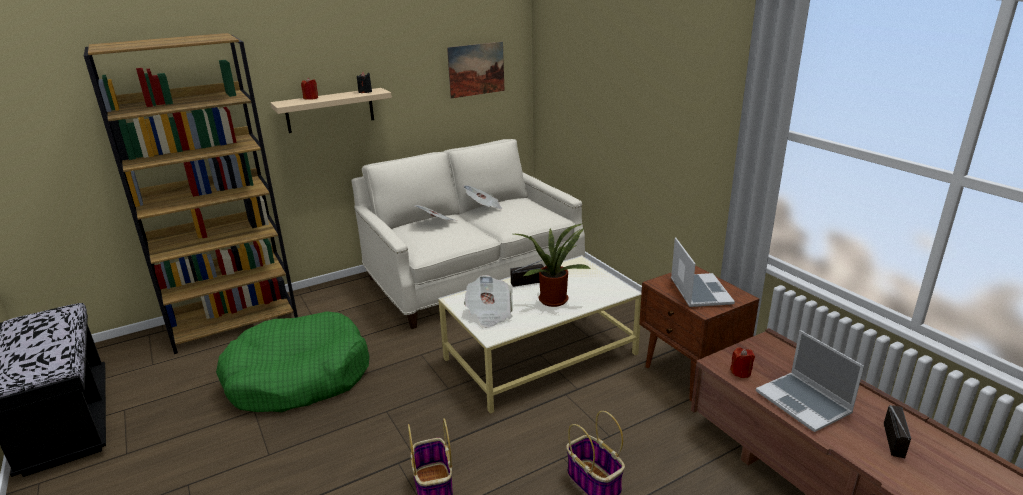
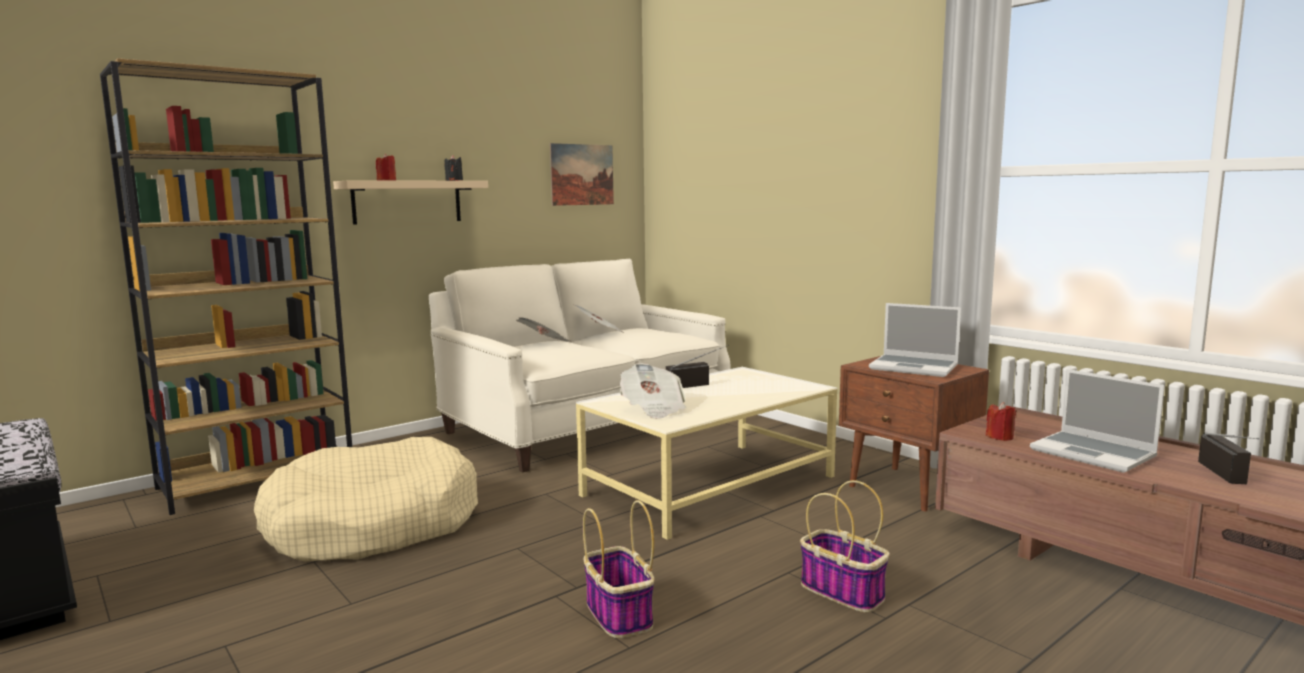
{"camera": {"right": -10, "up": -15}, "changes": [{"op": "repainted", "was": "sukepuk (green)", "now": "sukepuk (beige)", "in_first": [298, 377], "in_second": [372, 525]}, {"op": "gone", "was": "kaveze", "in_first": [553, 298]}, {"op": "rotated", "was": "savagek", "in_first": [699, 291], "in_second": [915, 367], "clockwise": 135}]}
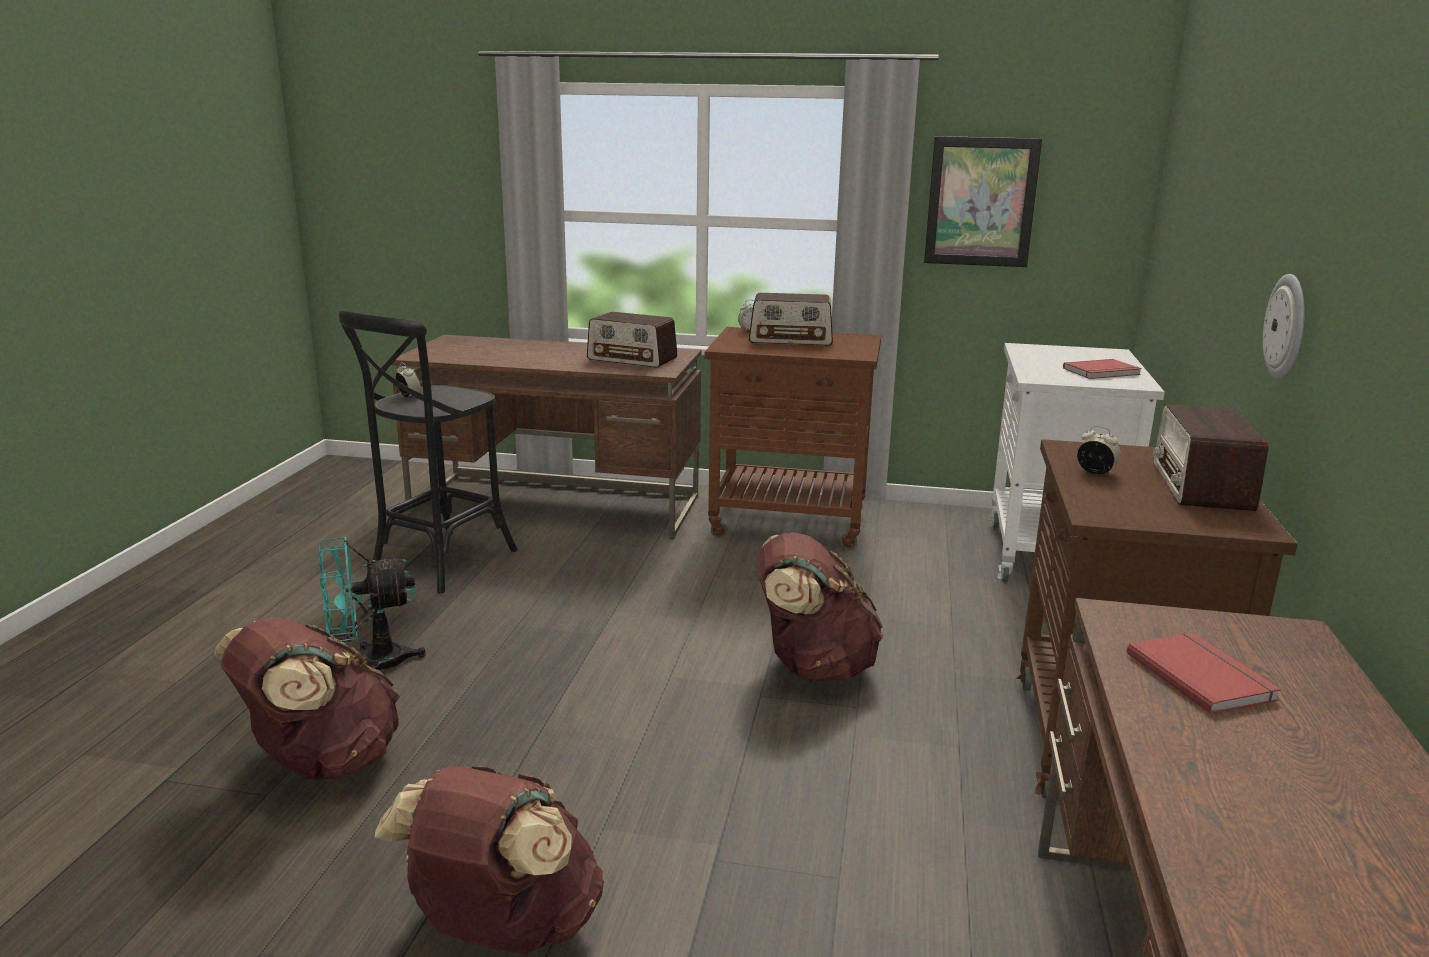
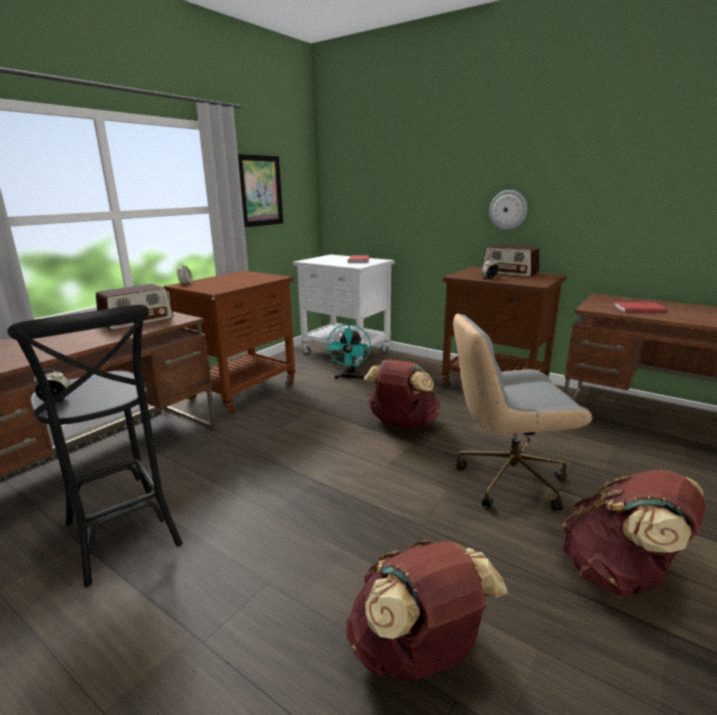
{"camera": {"right": -65, "up": 0}, "changes": [{"op": "shifted", "was": "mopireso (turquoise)", "in_first": [370, 663], "in_second": [349, 377]}, {"op": "gone", "was": "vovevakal", "in_first": [791, 339]}, {"op": "new", "now": "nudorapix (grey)", "in_second": [507, 481]}]}
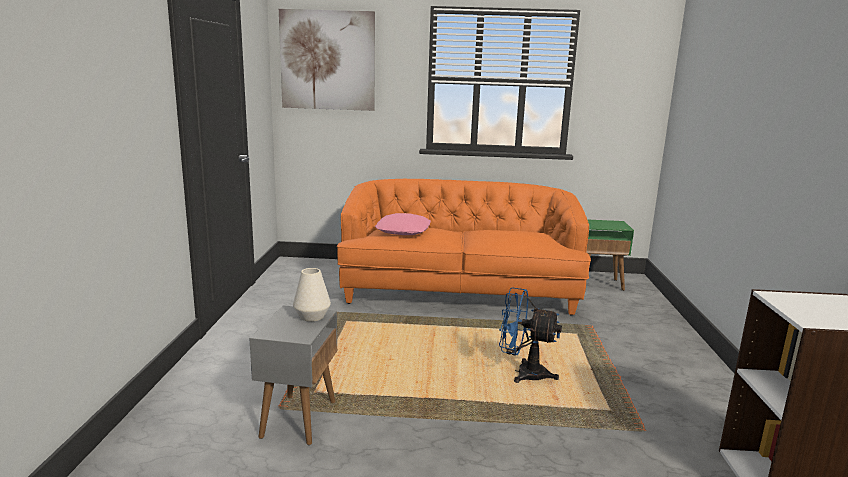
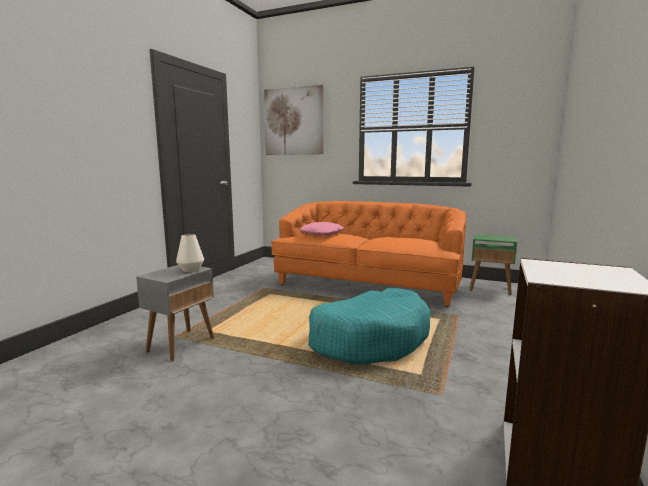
{"camera": {"right": 20, "up": -5}, "changes": [{"op": "swapped", "was": "mopireso (blue)", "now": "sukepuk (turquoise)", "in_first": [523, 373], "in_second": [369, 339]}]}
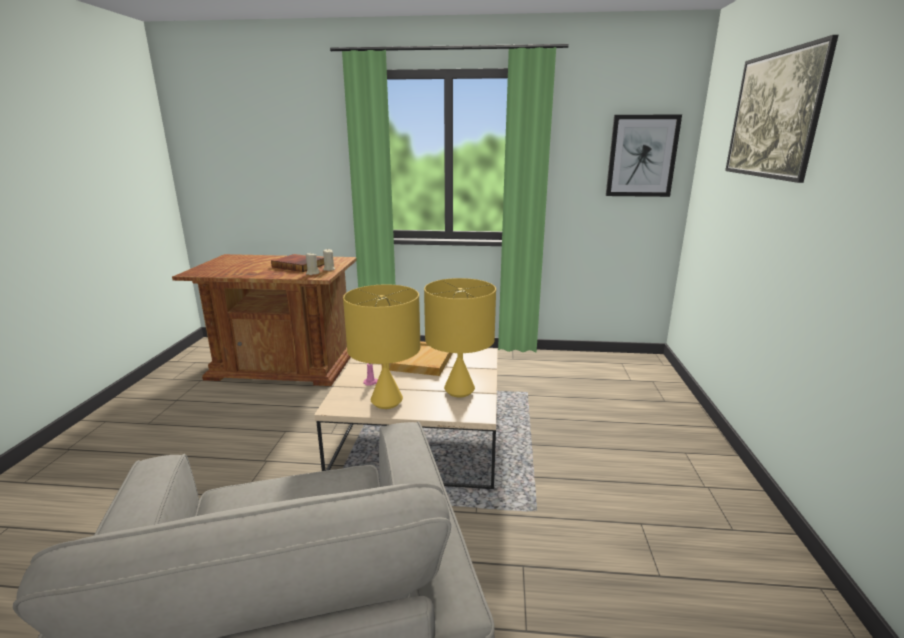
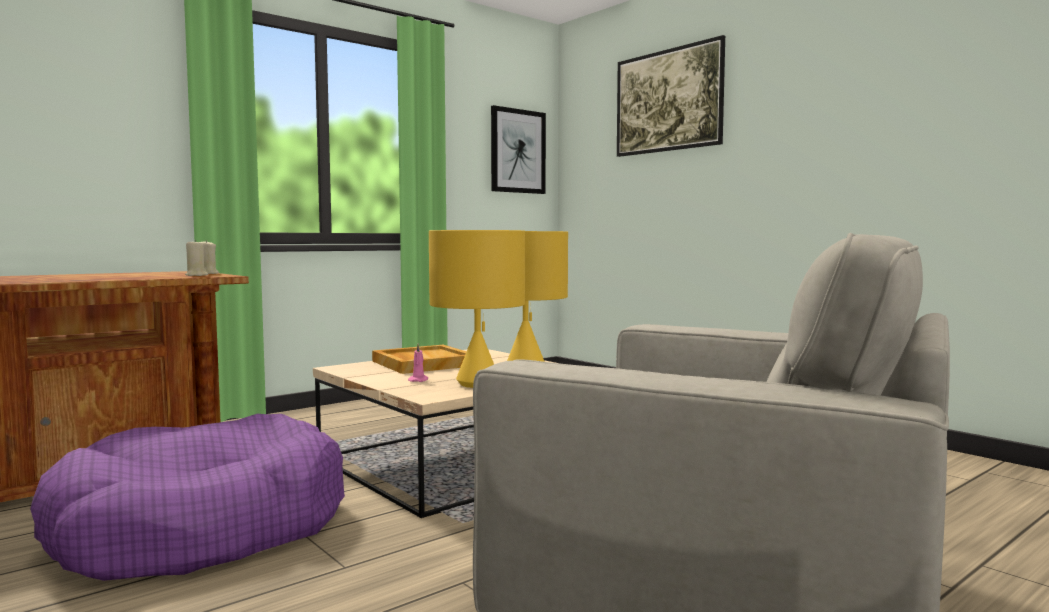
{"camera": {"right": -45, "up": -15}, "changes": [{"op": "gone", "was": "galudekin", "in_first": [300, 265]}, {"op": "new", "now": "sukepuk (purple)", "in_second": [202, 528]}]}
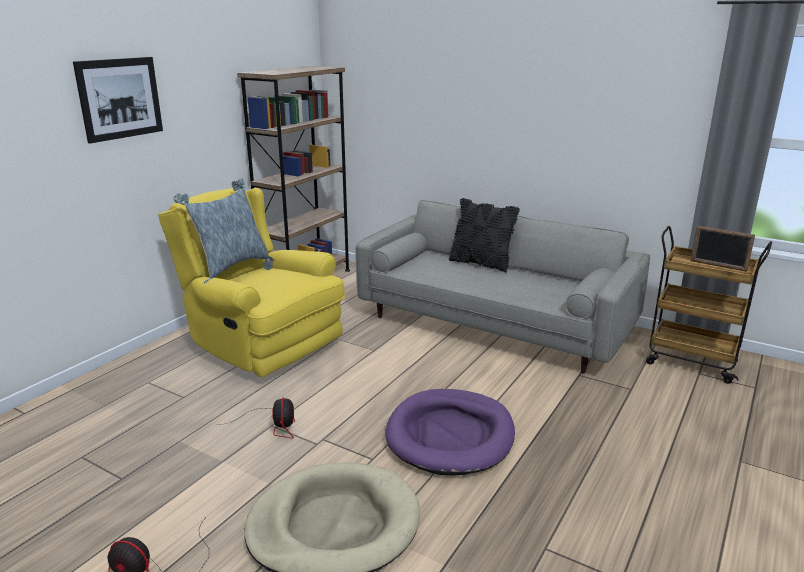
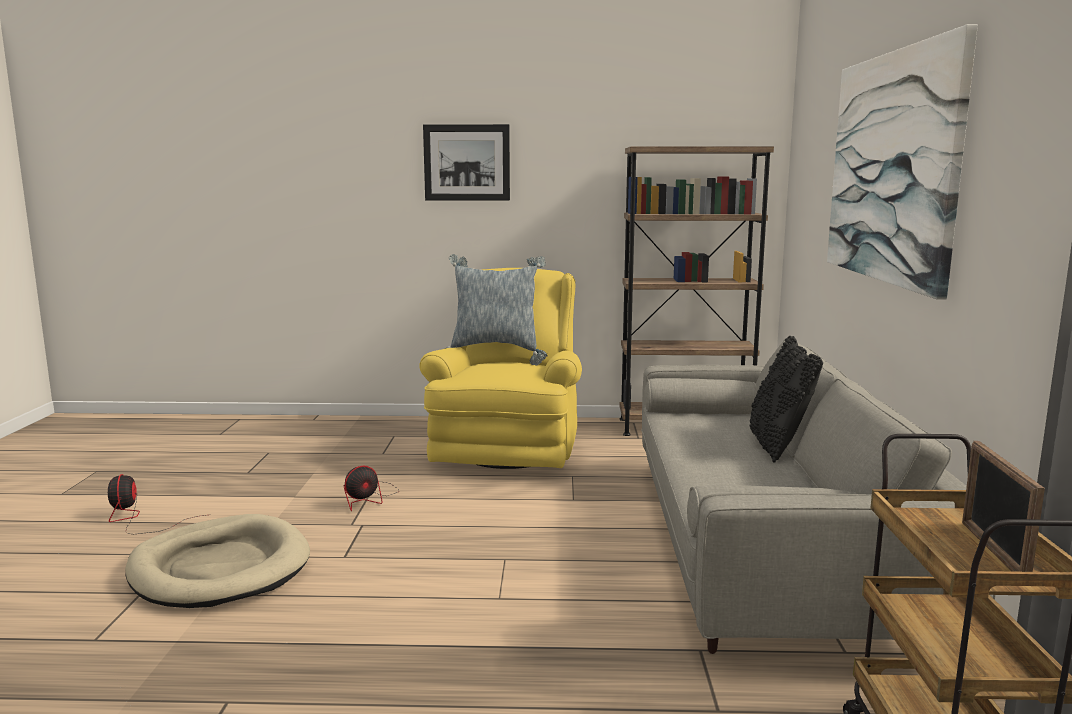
{"camera": {"right": 60, "up": -10}, "changes": [{"op": "gone", "was": "sukepuk (purple)", "in_first": [450, 435]}, {"op": "new", "now": "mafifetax", "in_second": [891, 167]}]}
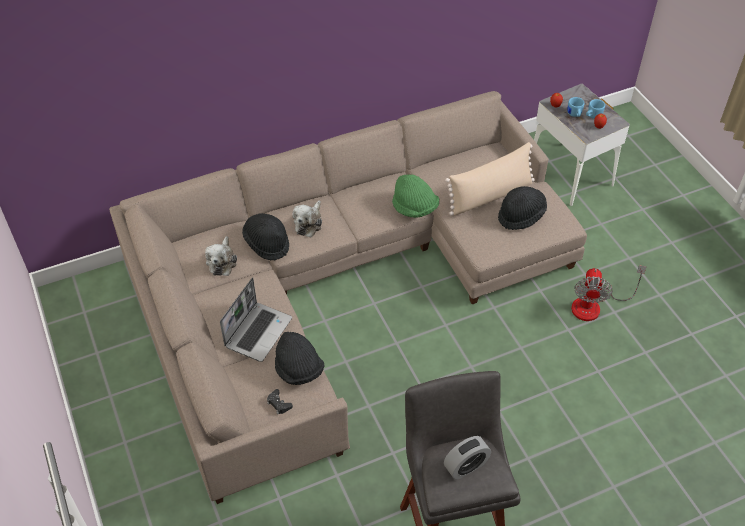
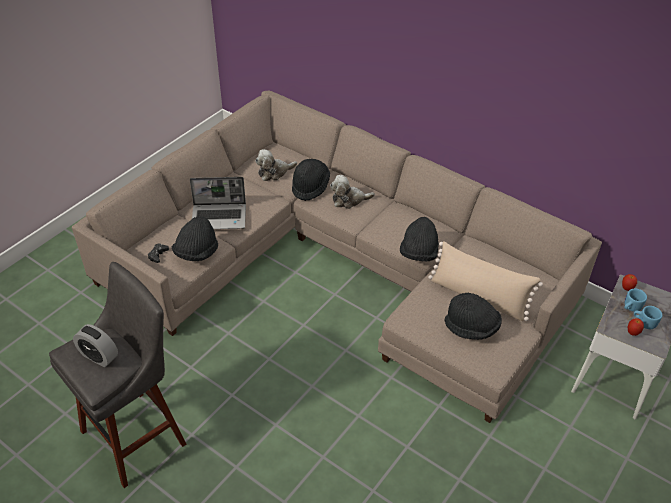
{"camera": {"right": 60, "up": -5}, "changes": [{"op": "repainted", "was": "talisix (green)", "now": "talisix (black)", "in_first": [414, 208], "in_second": [418, 253]}, {"op": "gone", "was": "mopireso", "in_first": [594, 305]}]}
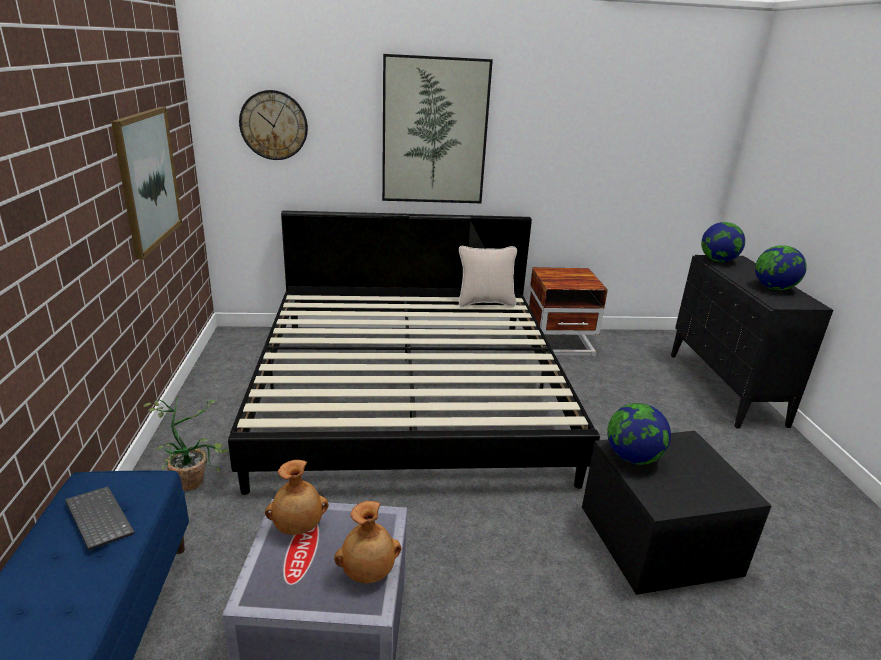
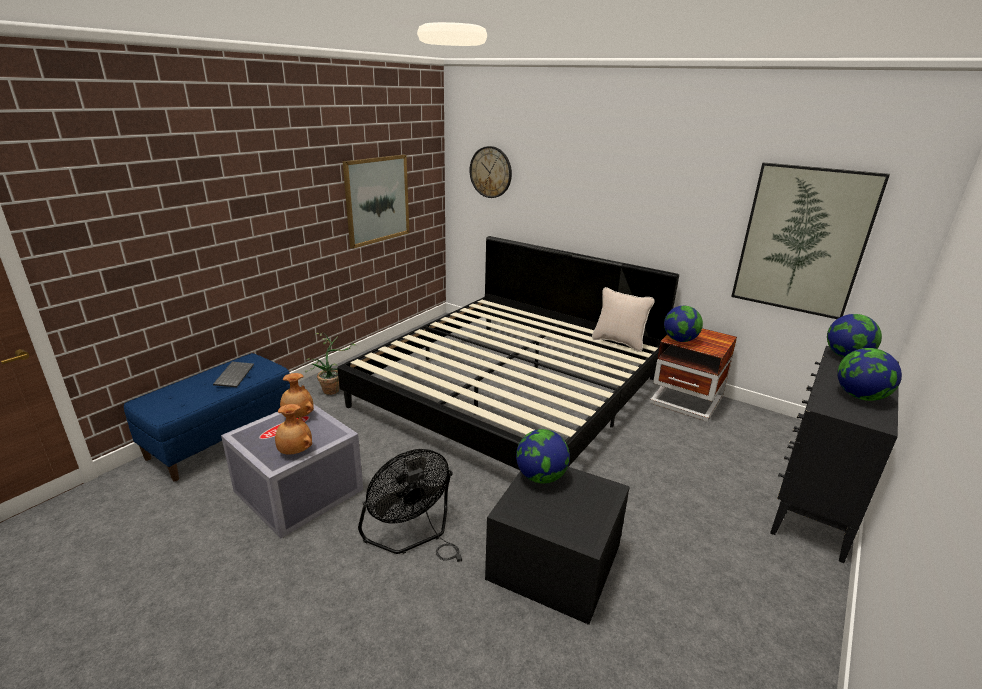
{"camera": {"right": 40, "up": 0}, "changes": [{"op": "shifted", "was": "mafifetax", "in_first": [434, 132], "in_second": [802, 241]}, {"op": "new", "now": "mopireso (black)", "in_second": [418, 535]}, {"op": "new", "now": "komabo", "in_second": [679, 340]}]}
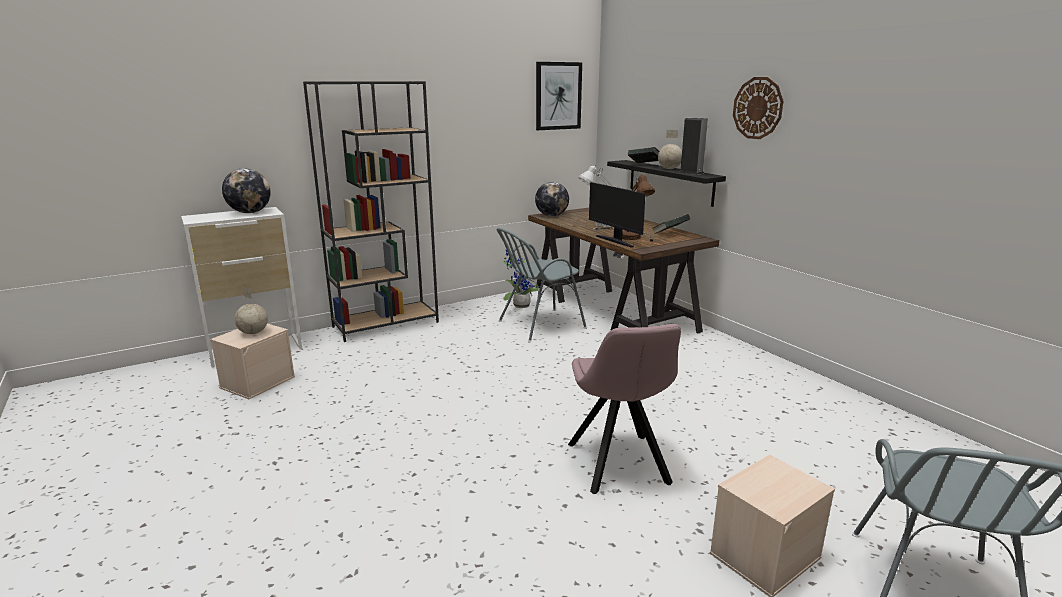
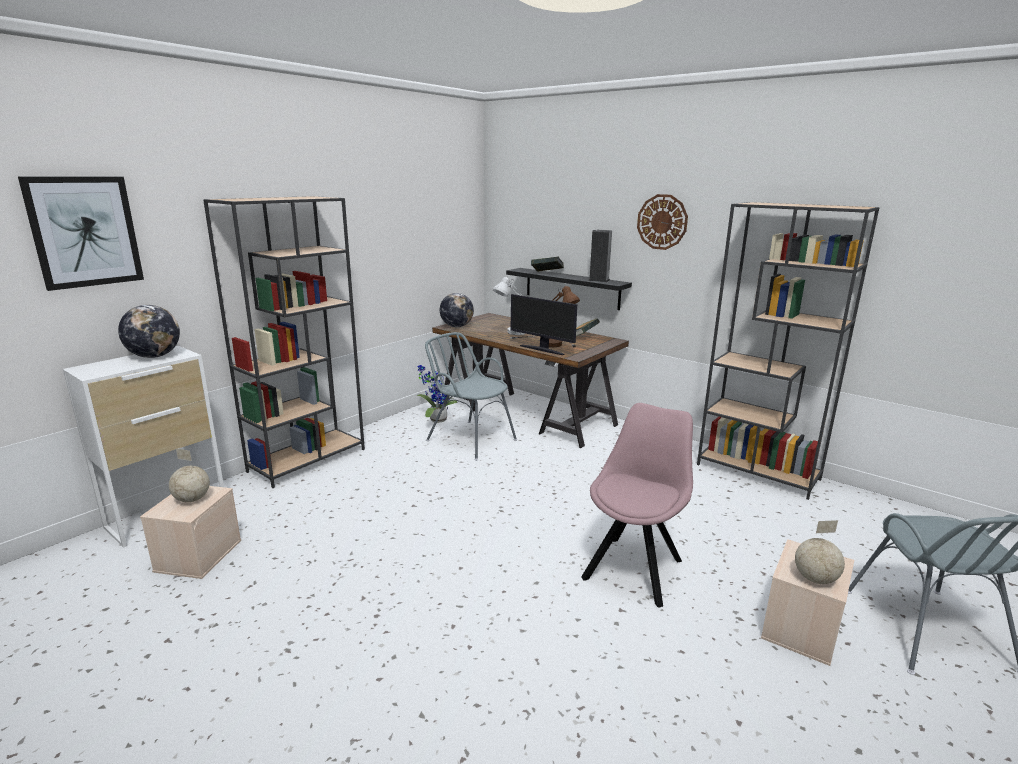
{"camera": {"right": -20, "up": 0}, "changes": [{"op": "rotated", "was": "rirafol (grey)", "in_first": [539, 325], "in_second": [469, 438], "clockwise": 90}, {"op": "shifted", "was": "mafifetax", "in_first": [558, 96], "in_second": [85, 232]}, {"op": "rotated", "was": "rirafol (pink)", "in_first": [618, 464], "in_second": [634, 569], "clockwise": -120}, {"op": "shifted", "was": "komabo", "in_first": [669, 169], "in_second": [815, 579]}, {"op": "new", "now": "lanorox", "in_second": [758, 472]}]}
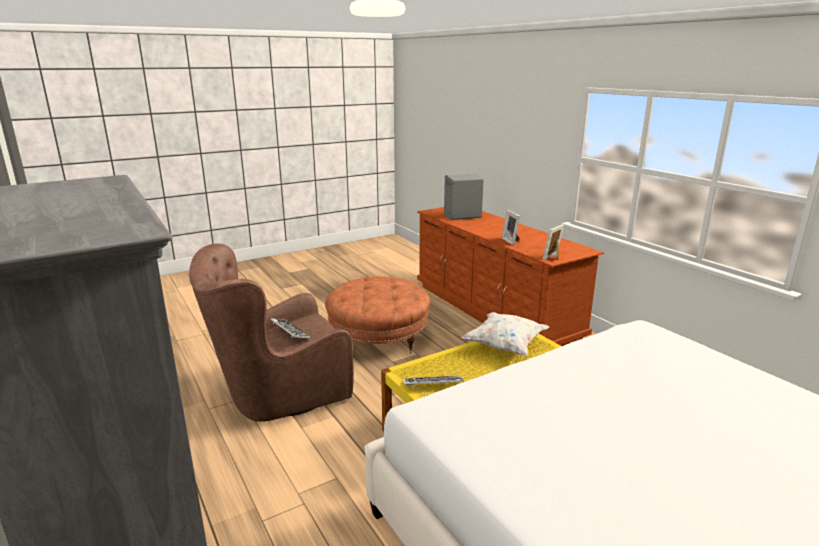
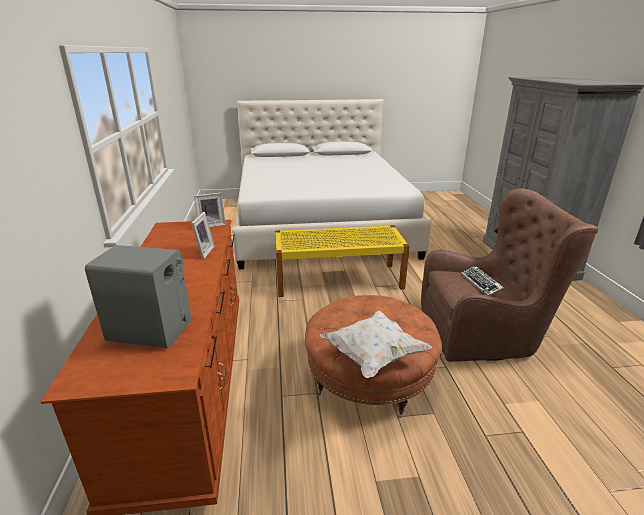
{"camera": {"right": -155, "up": 5}, "changes": [{"op": "gone", "was": "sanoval", "in_first": [432, 384]}, {"op": "shifted", "was": "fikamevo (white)", "in_first": [505, 346], "in_second": [373, 356]}]}
